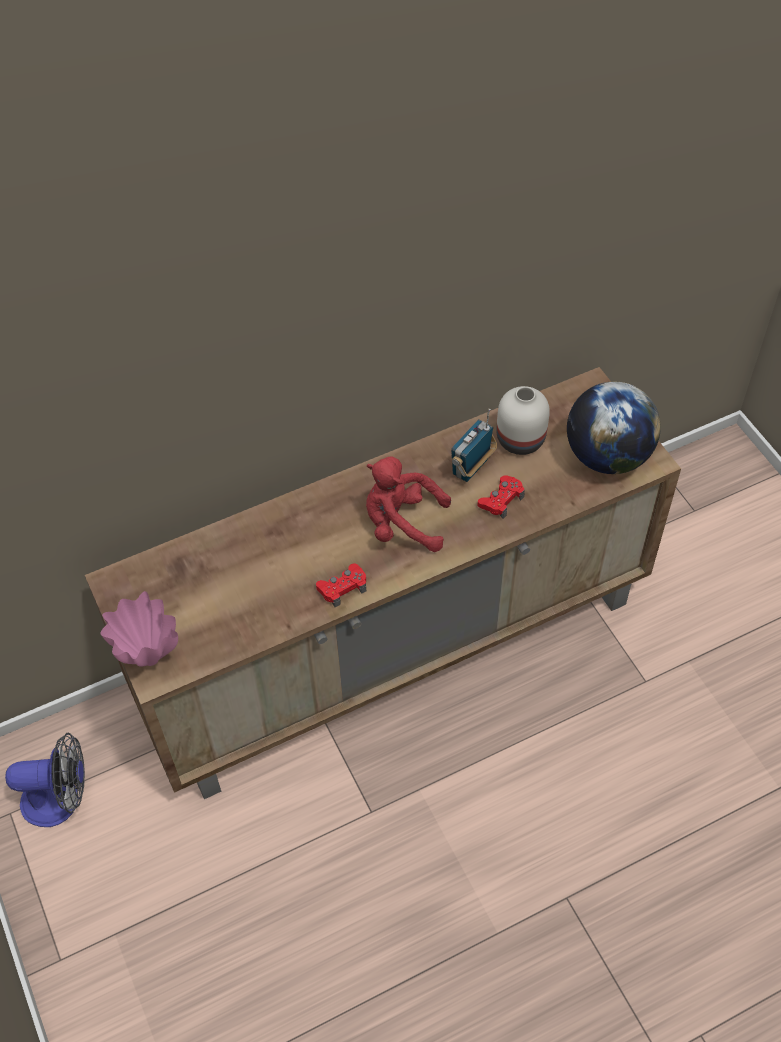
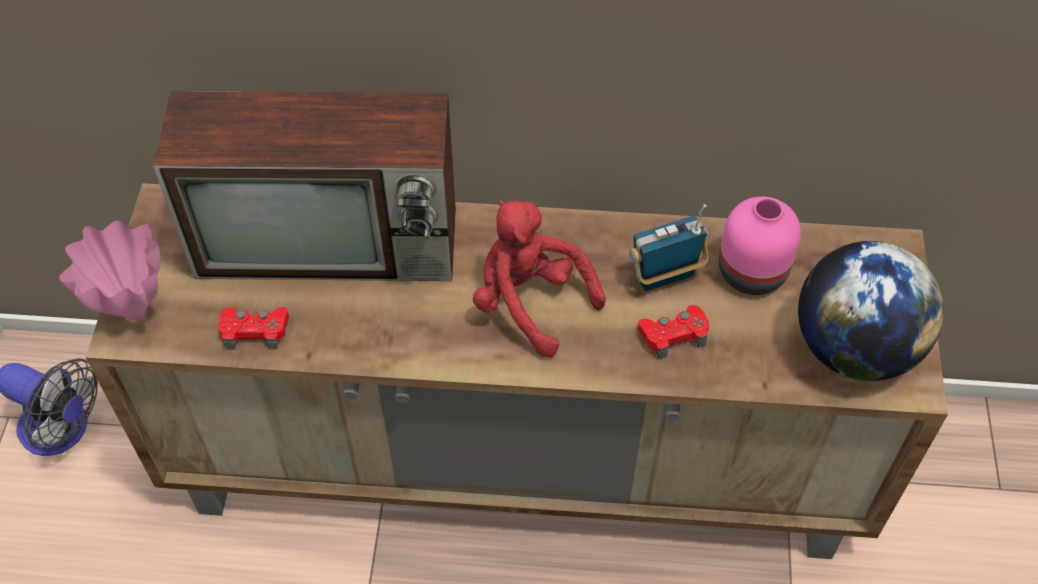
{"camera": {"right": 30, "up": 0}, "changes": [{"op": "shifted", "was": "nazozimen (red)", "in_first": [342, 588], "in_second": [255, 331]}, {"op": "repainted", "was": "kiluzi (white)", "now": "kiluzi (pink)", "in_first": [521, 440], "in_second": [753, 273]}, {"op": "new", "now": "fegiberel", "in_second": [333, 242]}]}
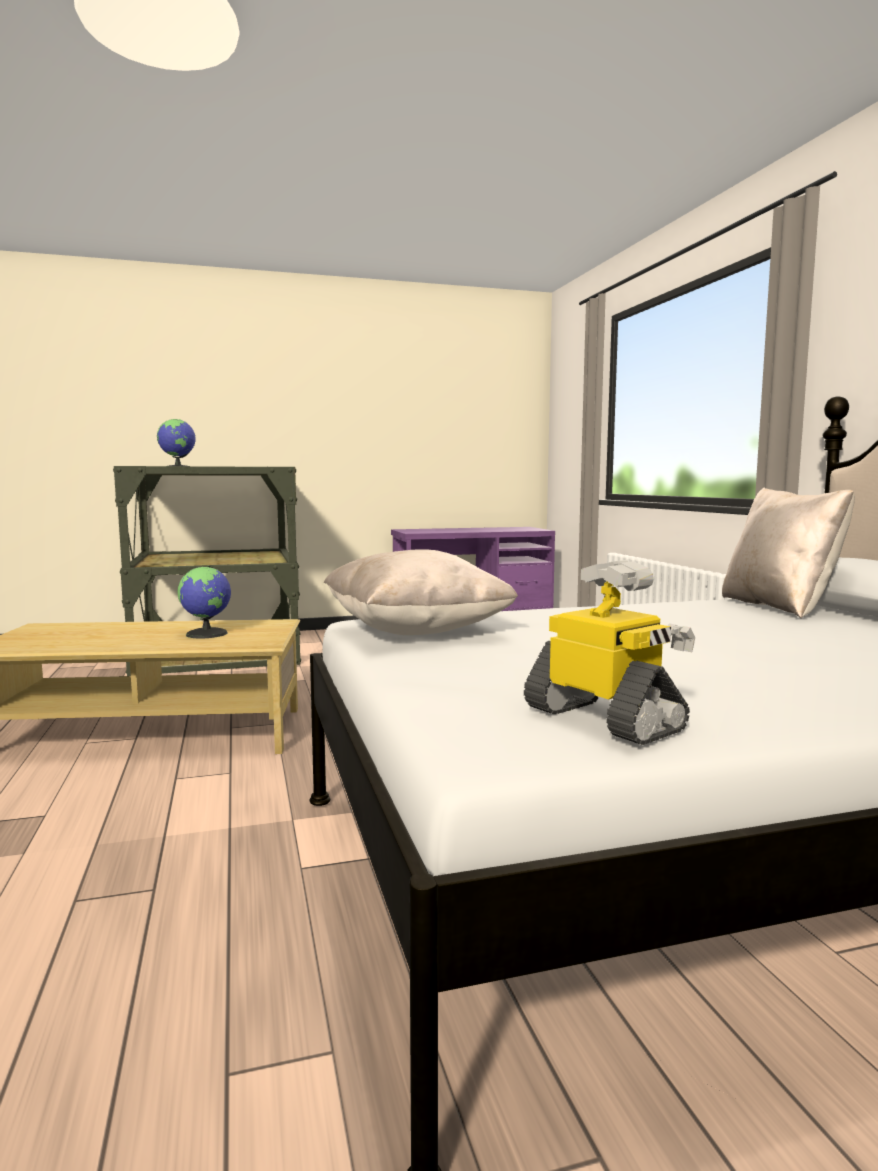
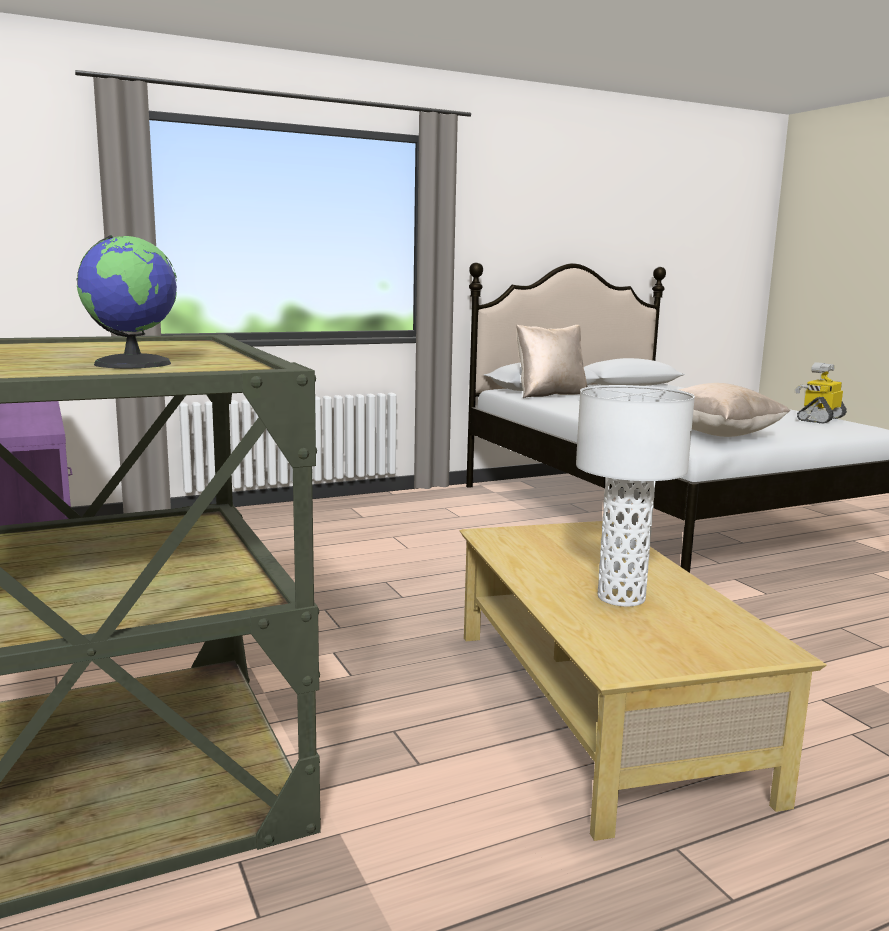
{"camera": {"right": -100, "up": 5}, "changes": [{"op": "gone", "was": "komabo", "in_first": [207, 634]}, {"op": "new", "now": "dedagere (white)", "in_second": [620, 597]}]}
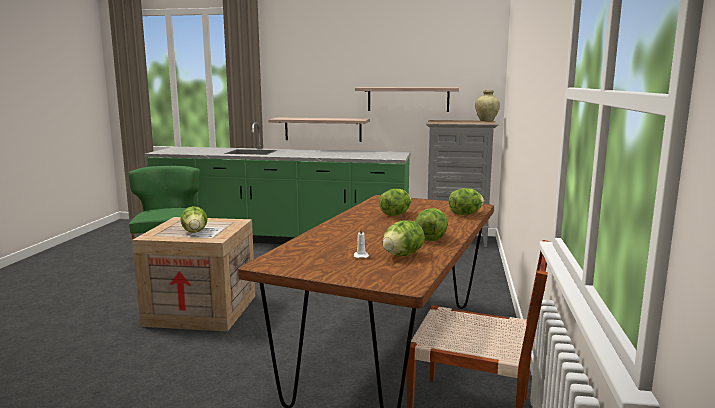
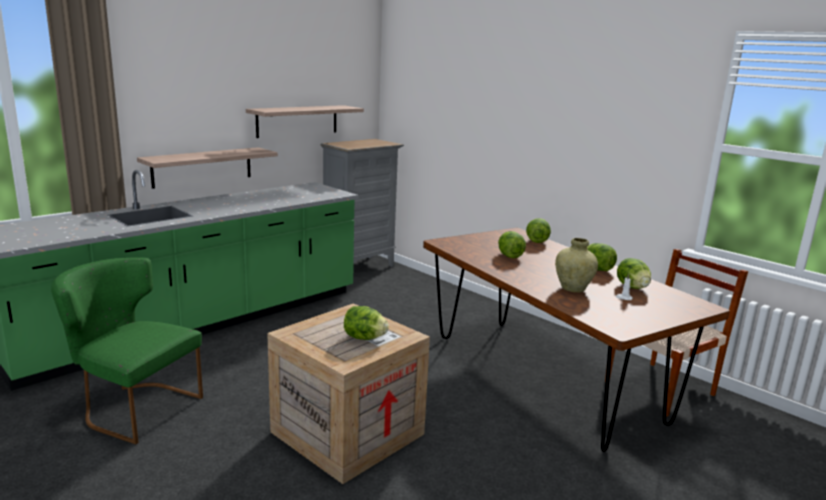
{"camera": {"right": -55, "up": 5}, "changes": [{"op": "shifted", "was": "kiluzi (beige)", "in_first": [486, 121], "in_second": [573, 289]}]}
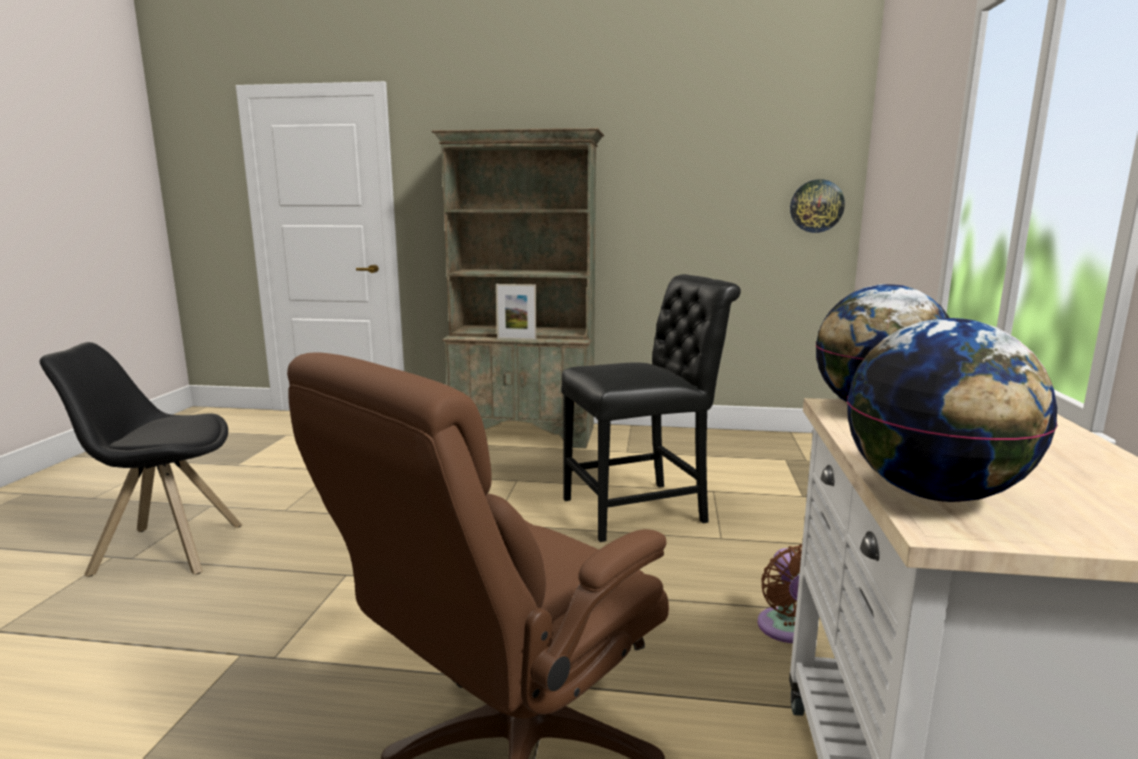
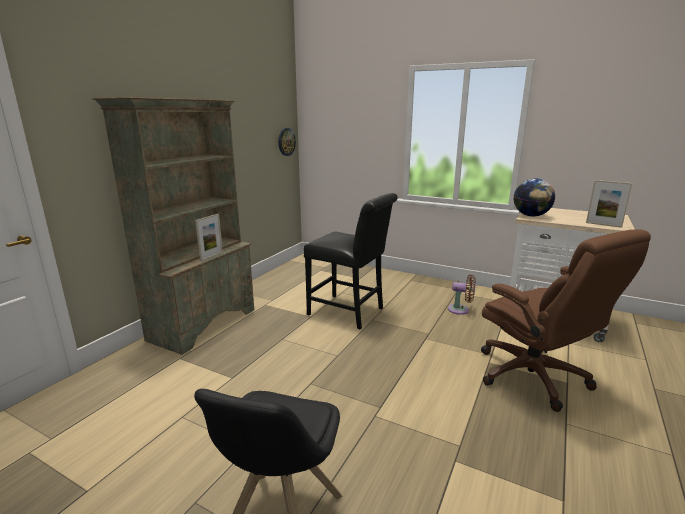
{"camera": {"right": -70, "up": 5}, "changes": [{"op": "rotated", "was": "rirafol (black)", "in_first": [642, 509], "in_second": [349, 312], "clockwise": 120}, {"op": "swapped", "was": "komabo", "now": "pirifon", "in_first": [933, 494], "in_second": [603, 225]}]}
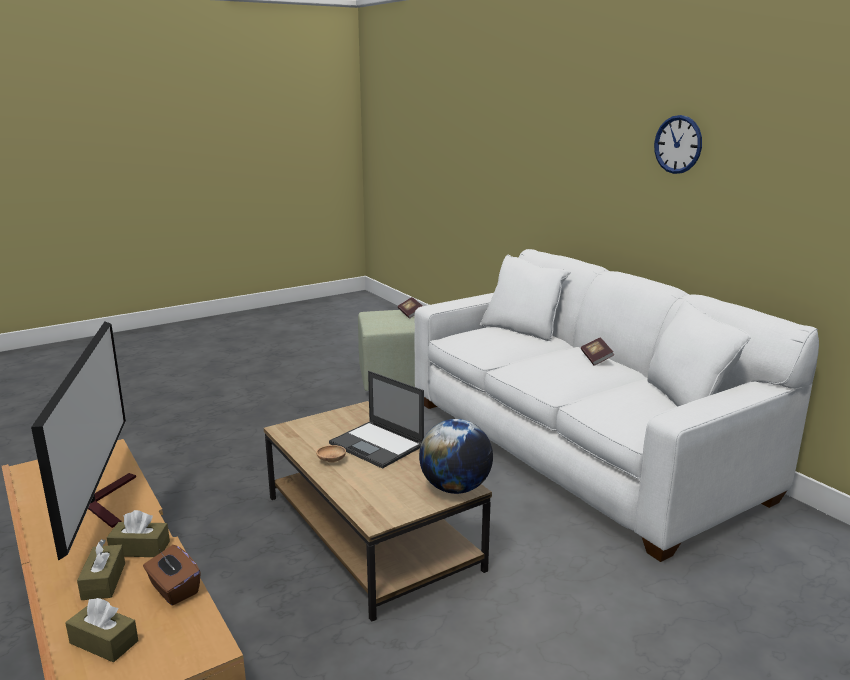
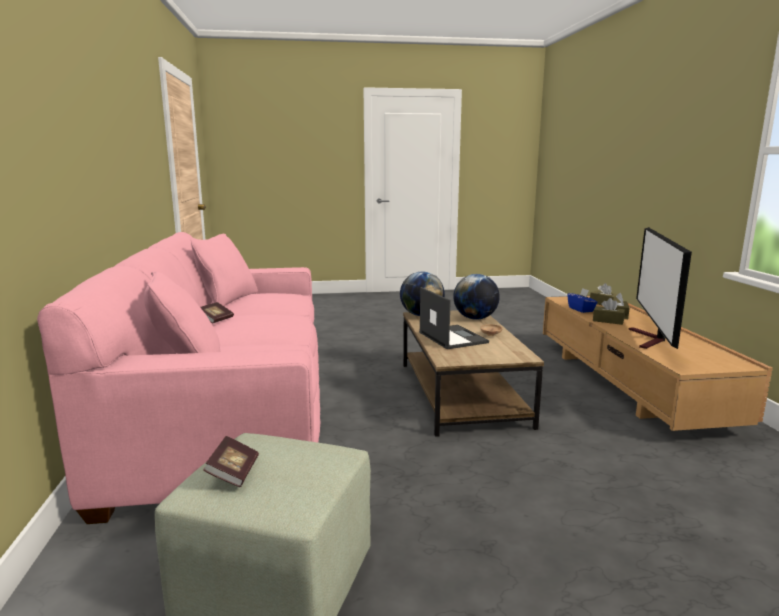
{"camera": {"right": -155, "up": -5}, "changes": [{"op": "repainted", "was": "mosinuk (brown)", "now": "mosinuk (blue)", "in_first": [173, 589], "in_second": [581, 309]}, {"op": "repainted", "was": "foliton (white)", "now": "foliton (pink)", "in_first": [577, 448], "in_second": [233, 412]}, {"op": "gone", "was": "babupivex", "in_first": [678, 144]}, {"op": "new", "now": "komabo", "in_second": [475, 318]}]}
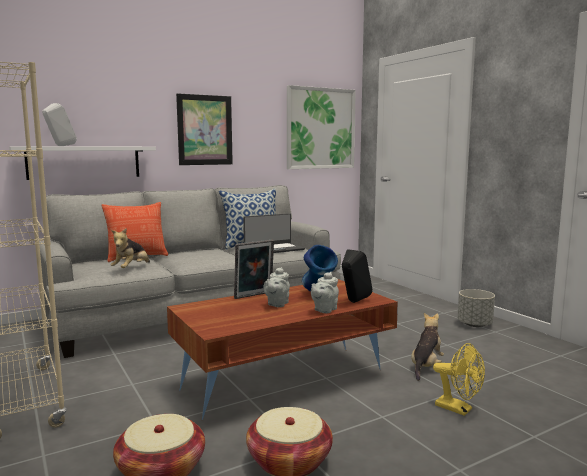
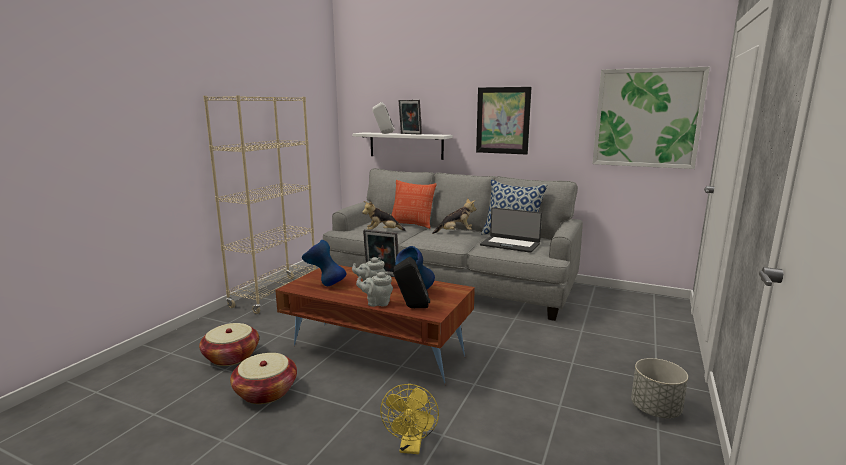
{"camera": {"right": 55, "up": 5}, "changes": [{"op": "shifted", "was": "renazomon", "in_first": [426, 366], "in_second": [455, 233]}, {"op": "new", "now": "kiluzi (blue)", "in_second": [325, 284]}, {"op": "new", "now": "pirifon", "in_second": [410, 134]}]}
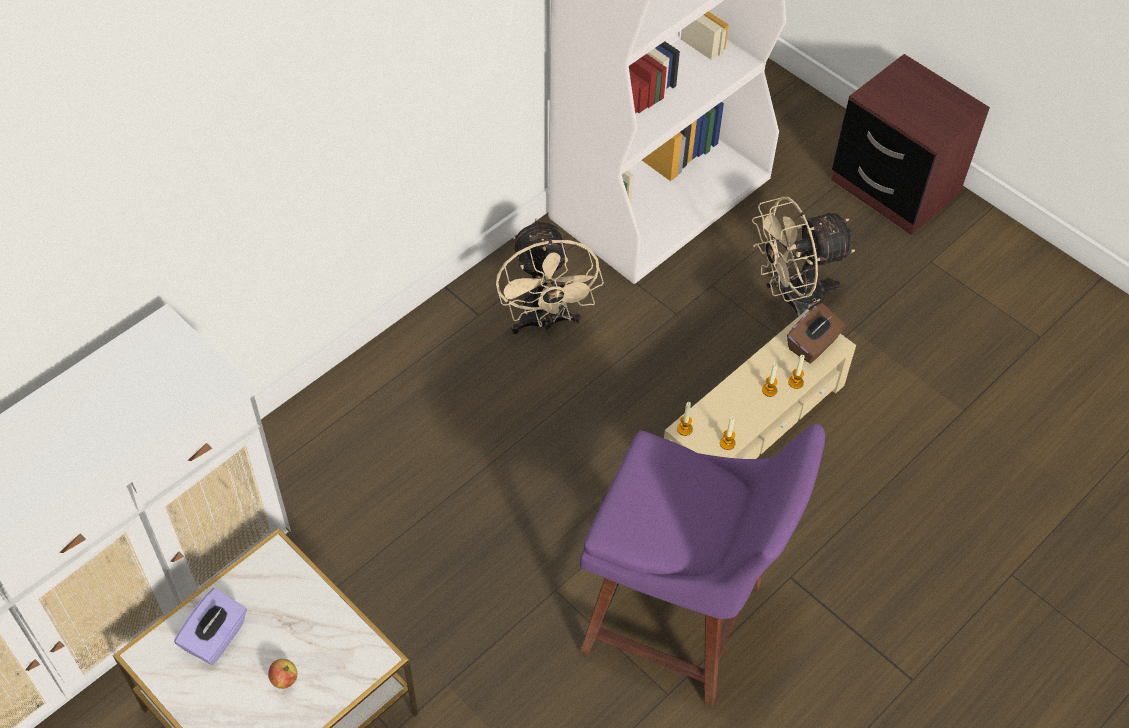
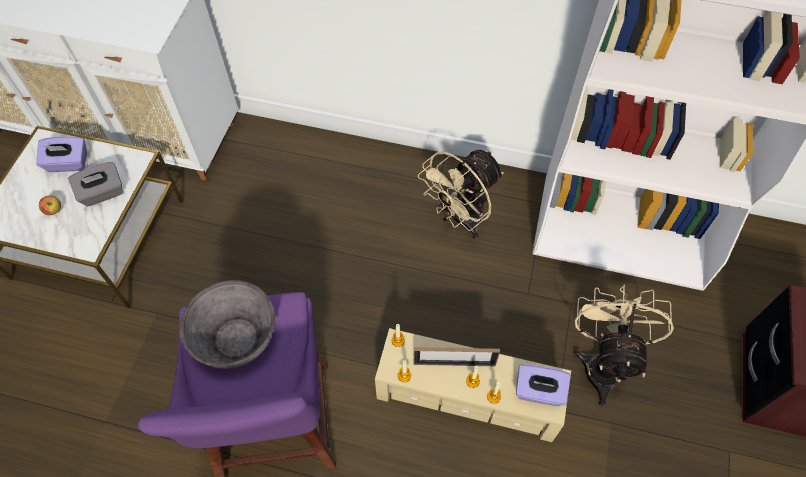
{"camera": {"right": 60, "up": 5}, "changes": [{"op": "rotated", "was": "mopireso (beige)", "in_first": [791, 299], "in_second": [603, 362], "clockwise": 60}, {"op": "repainted", "was": "mosinuk (brown)", "now": "mosinuk (purple)", "in_first": [813, 345], "in_second": [539, 392]}, {"op": "new", "now": "mosinuk (grey)", "in_second": [102, 193]}, {"op": "new", "now": "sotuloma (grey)", "in_second": [236, 338]}, {"op": "new", "now": "pirifon", "in_second": [454, 363]}]}
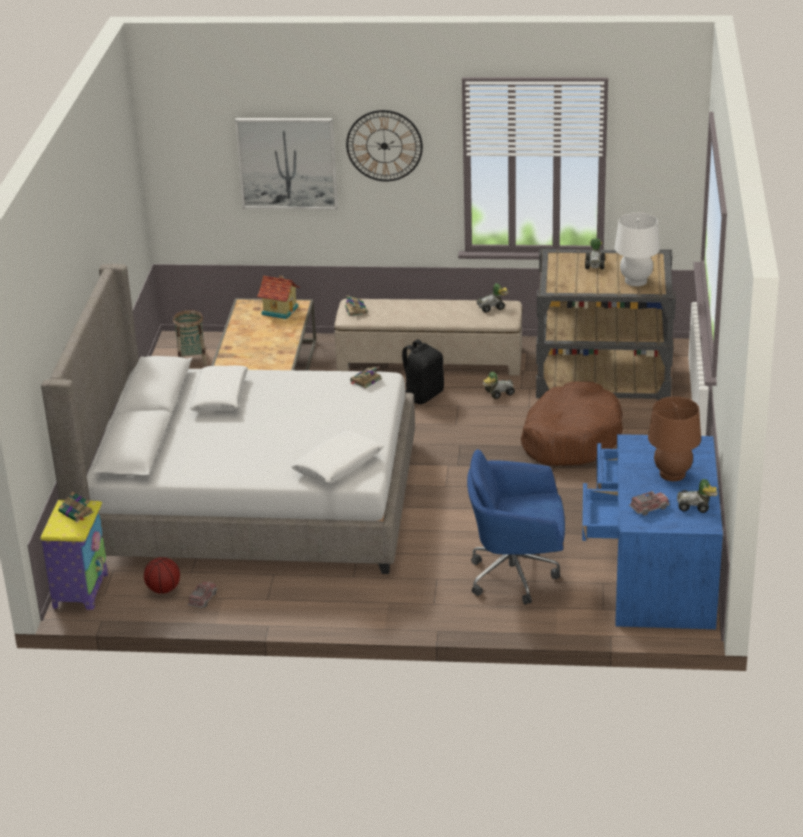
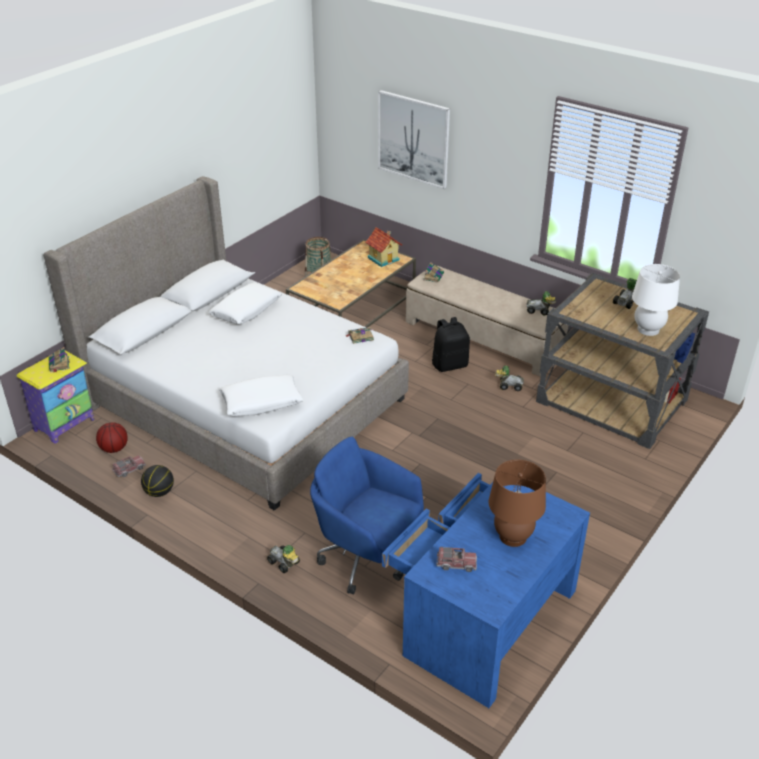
{"camera": {"right": 30, "up": 5}, "changes": [{"op": "gone", "was": "babupivex", "in_first": [384, 145]}, {"op": "gone", "was": "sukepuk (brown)", "in_first": [571, 438]}, {"op": "shifted", "was": "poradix", "in_first": [695, 506], "in_second": [284, 564]}, {"op": "new", "now": "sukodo", "in_second": [159, 492]}]}
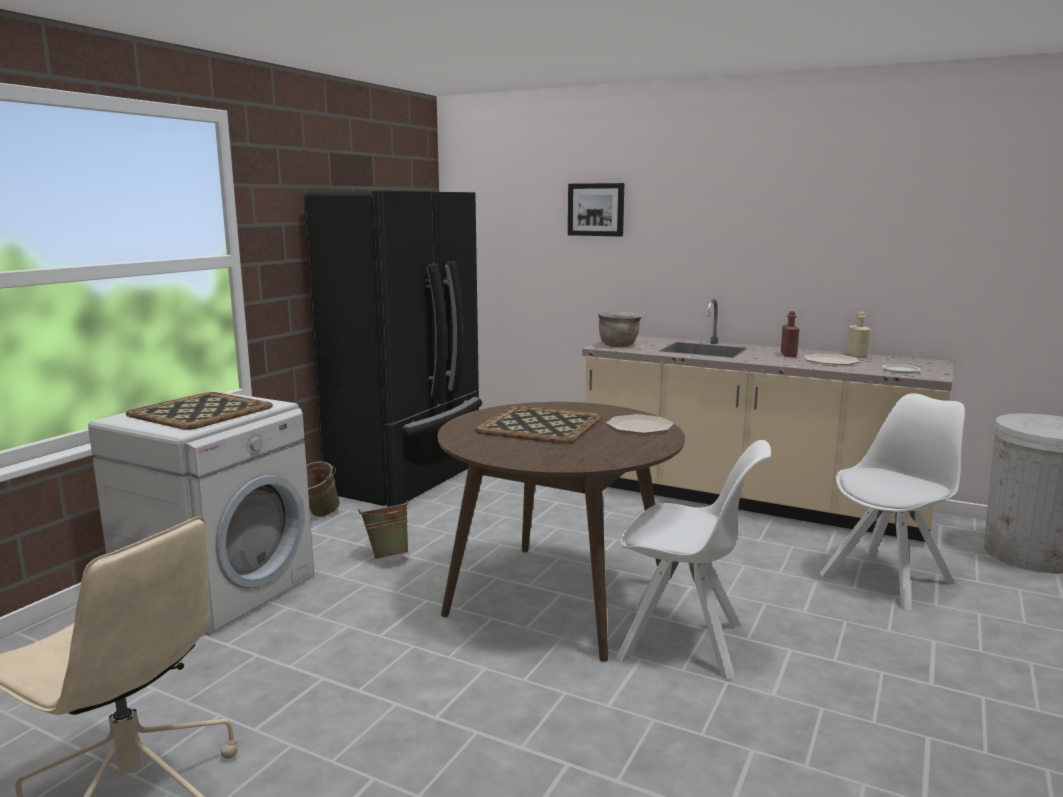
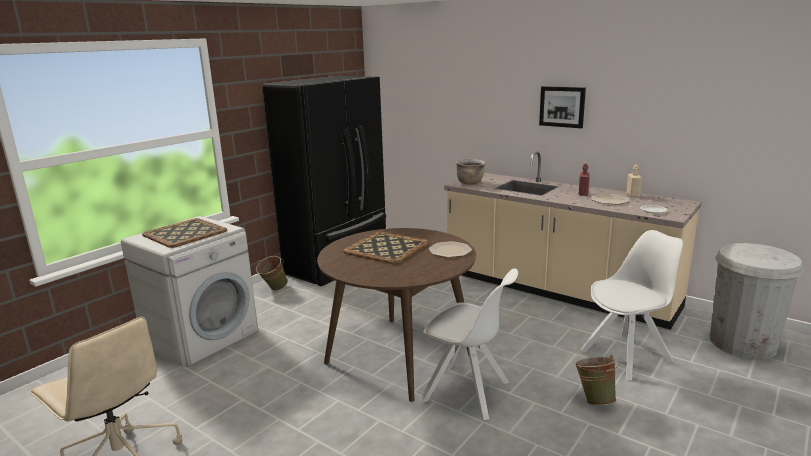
{"camera": {"right": 10, "up": 5}, "changes": [{"op": "shifted", "was": "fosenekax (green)", "in_first": [388, 556], "in_second": [594, 399]}, {"op": "shifted", "was": "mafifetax", "in_first": [596, 209], "in_second": [562, 106]}]}
